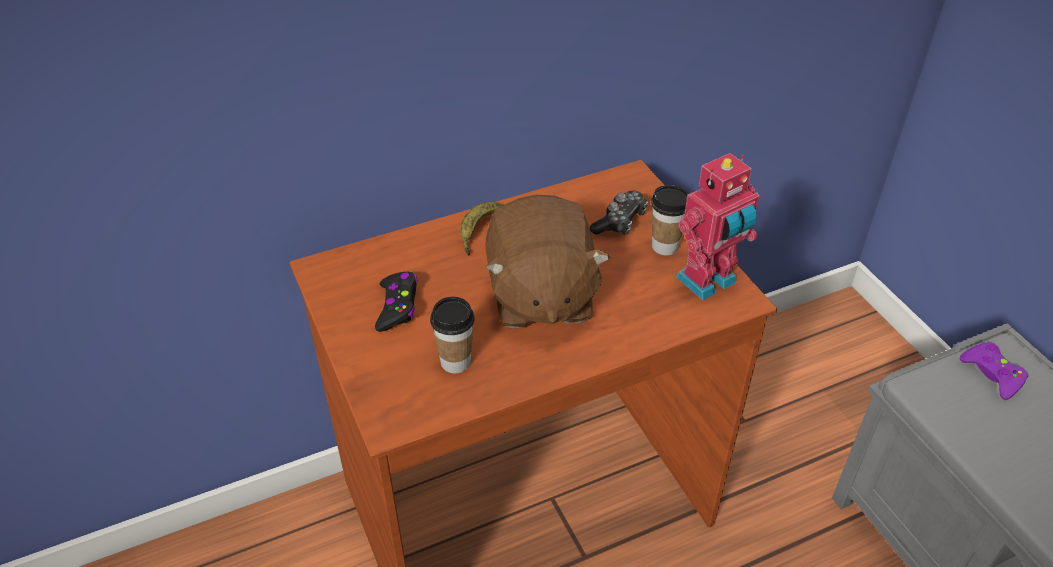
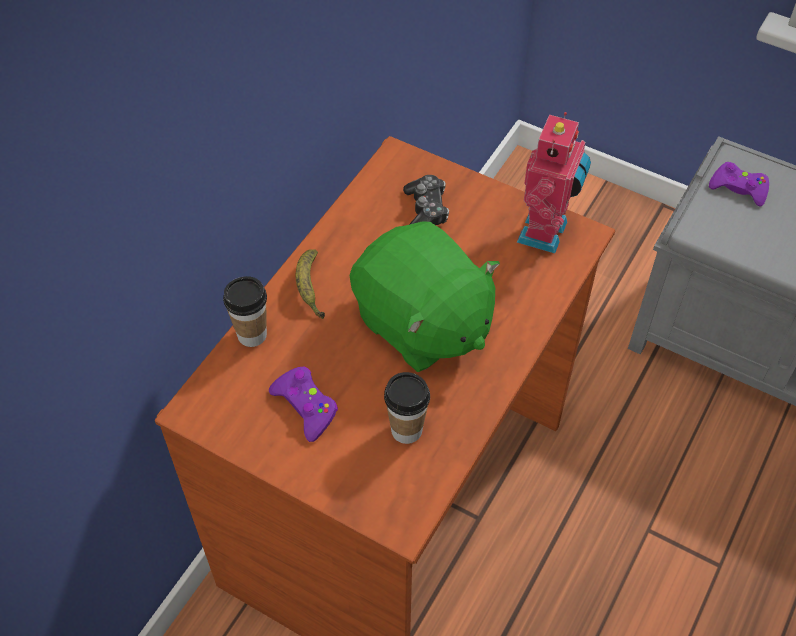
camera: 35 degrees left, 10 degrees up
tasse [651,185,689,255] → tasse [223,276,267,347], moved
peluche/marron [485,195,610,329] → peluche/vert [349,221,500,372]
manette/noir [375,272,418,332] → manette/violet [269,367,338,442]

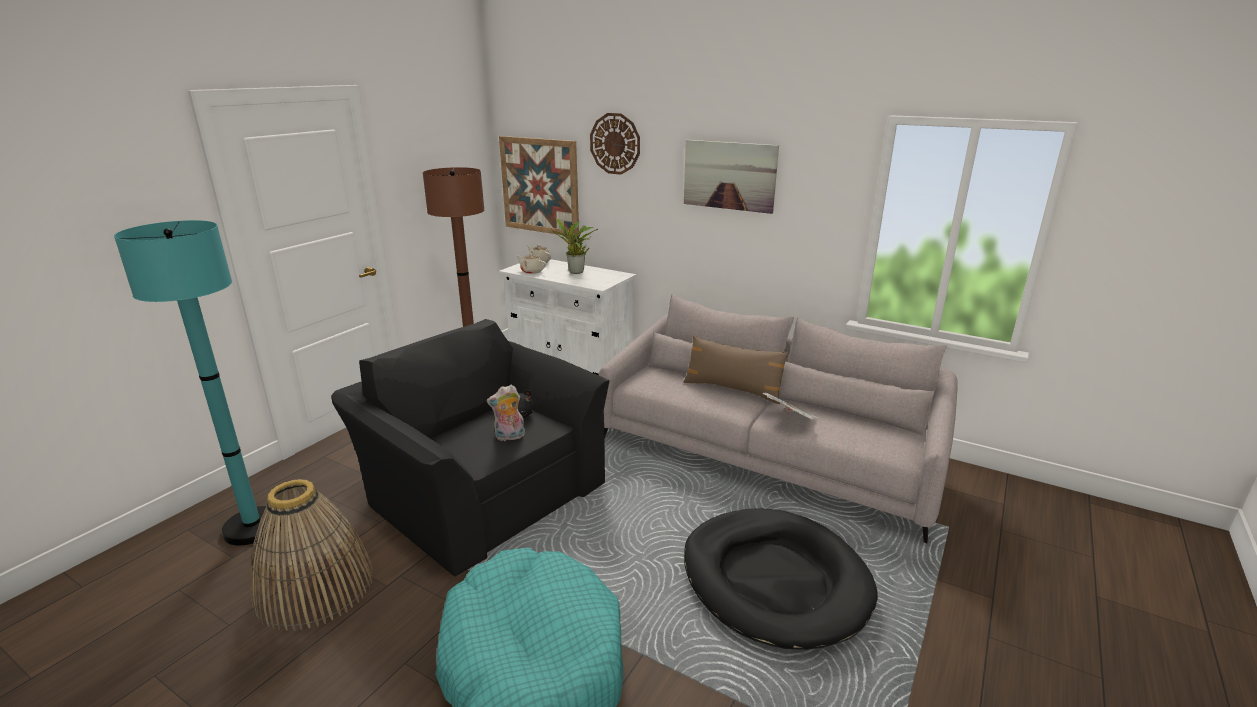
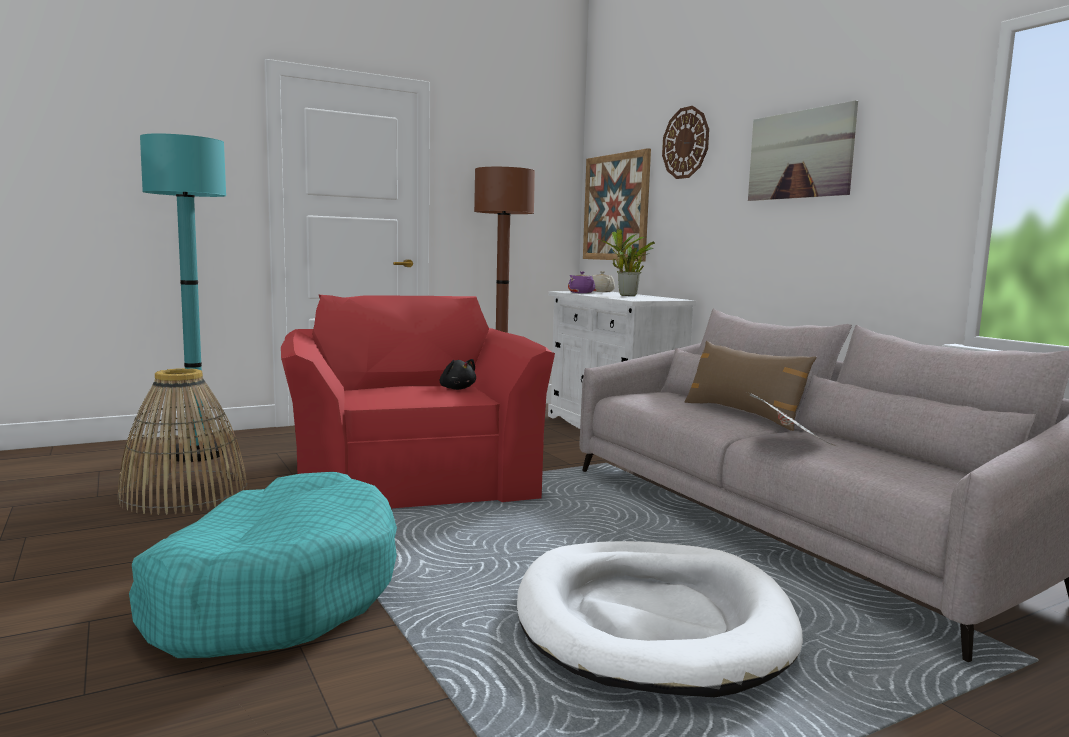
camera: 30 degrees right, 15 degrees down
théière/beige [516,253,546,274] → théière/violet [568,271,595,293]
fauteuil/noir [331,319,610,577] → fauteuil/rouge [281,295,555,508]
peluche [487,385,525,441] → -
panier pour chien/noir [684,508,878,650] → panier pour chien/blanc [517,541,803,697]

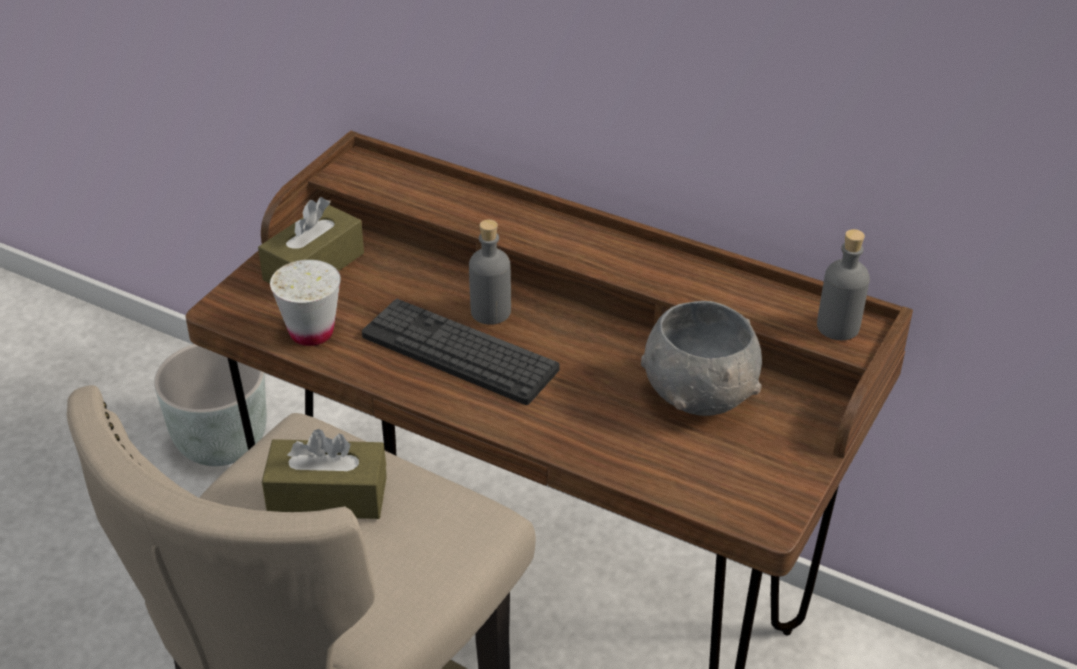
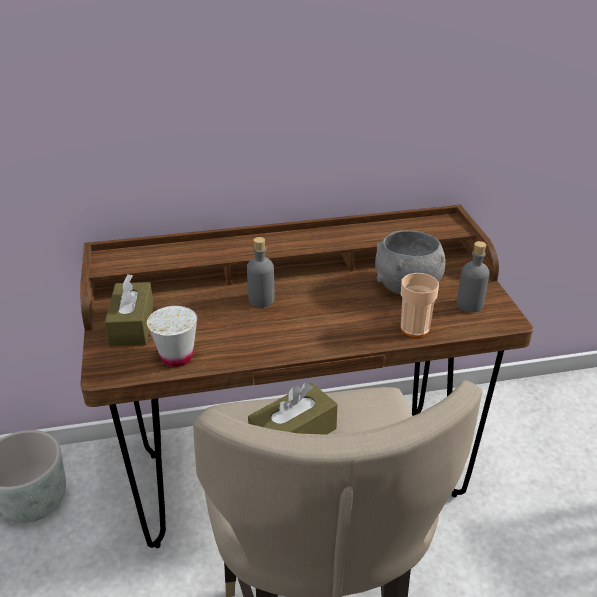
camera: 40 degrees left, 5 degrees down
bouteille/gris [817,229,870,340] → bouteille/gris [457,241,490,313], moved
clavier [362,299,560,405] → -
- → tasse [401,273,439,337]

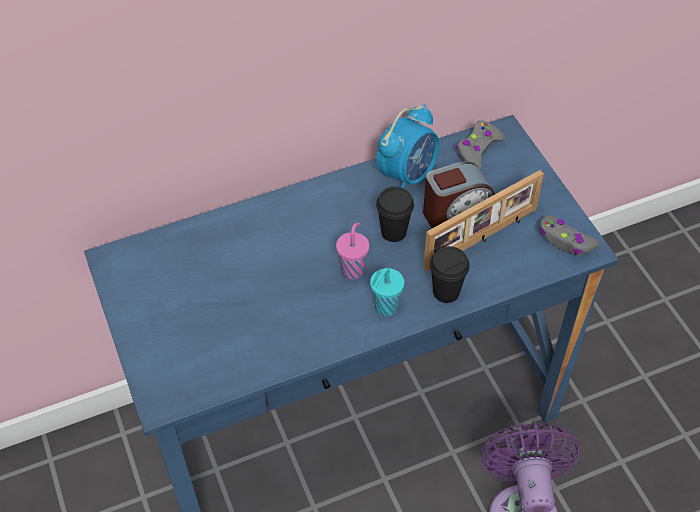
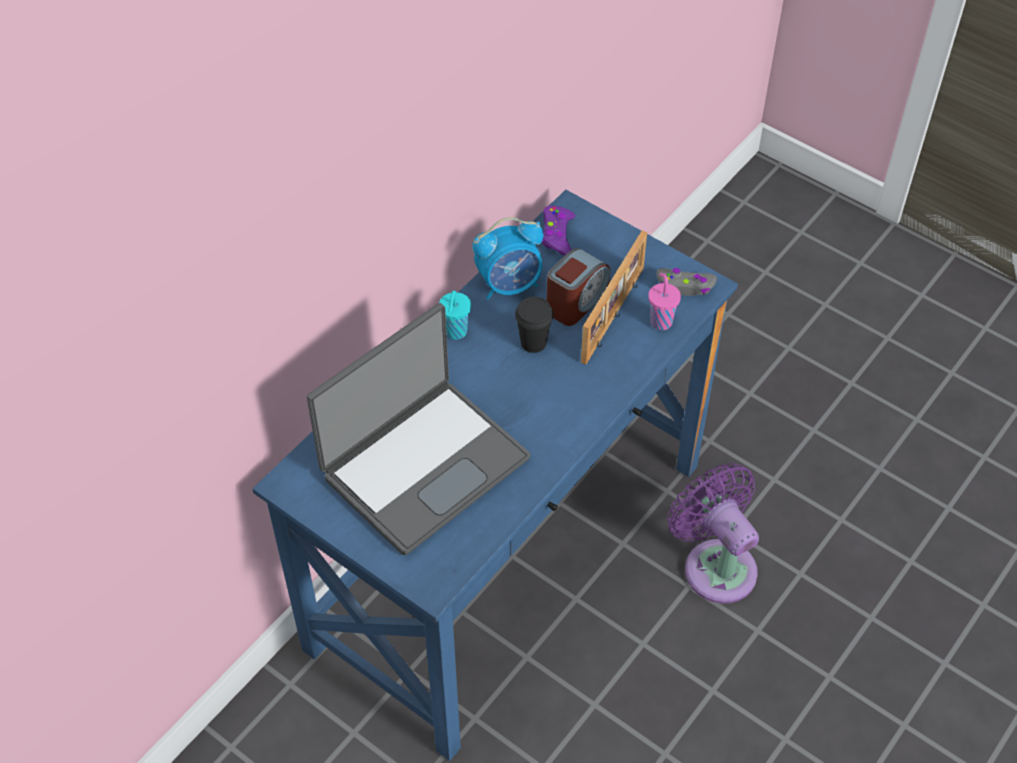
camera: 30 degrees left, 0 degrees up
réveil [376,104,440,188] → réveil [473,217,543,300], 60 degrees clockwise
manette/gris [456,120,505,169] → manette/violet [541,205,575,256]
tasse/rose [336,222,369,280] → tasse/rose [648,273,681,330], moved
tasse/noir [430,246,470,303] → -
tasse/turquoise [370,268,404,316] → tasse/turquoise [439,290,471,340], moved
- → ordinateur portable [307,303,531,555]

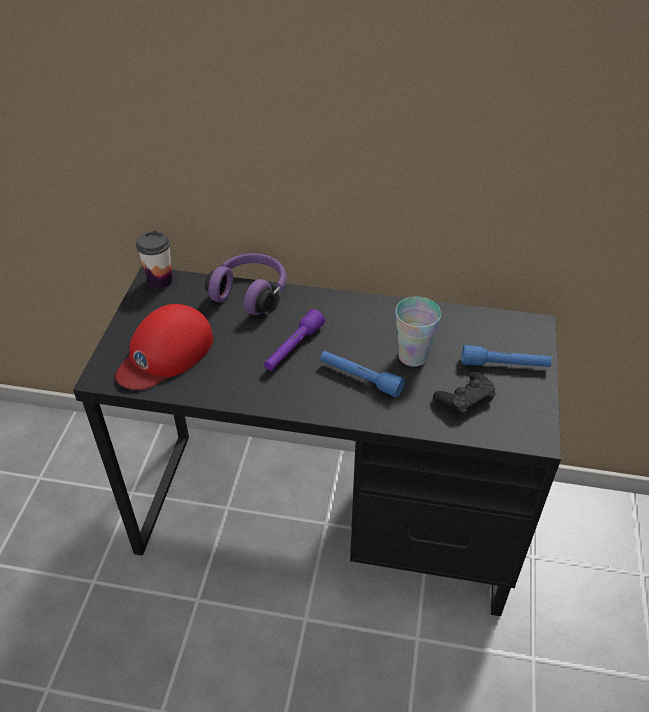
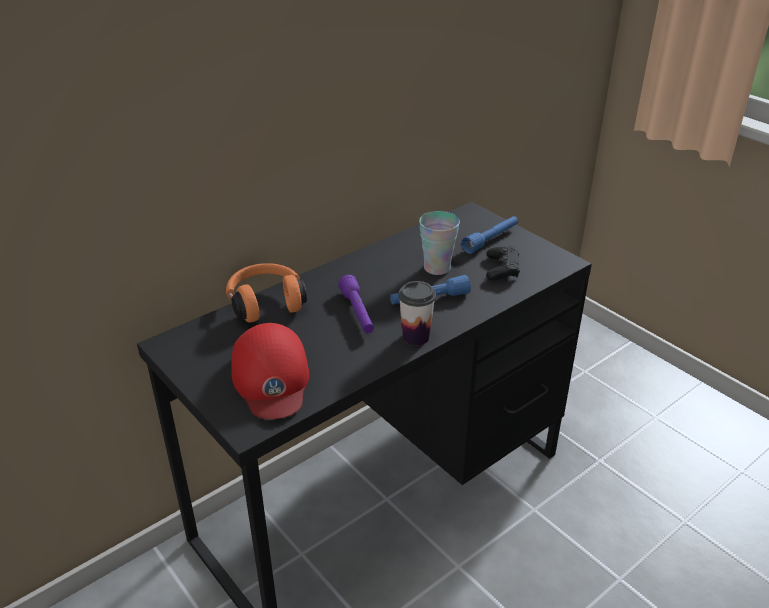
camera: 50 degrees left, 10 degrees down
tasse [136,231,173,289] → tasse [398,281,436,346], moved
casque audio/violet [205,253,287,315] → casque audio/orange [226,263,307,323]

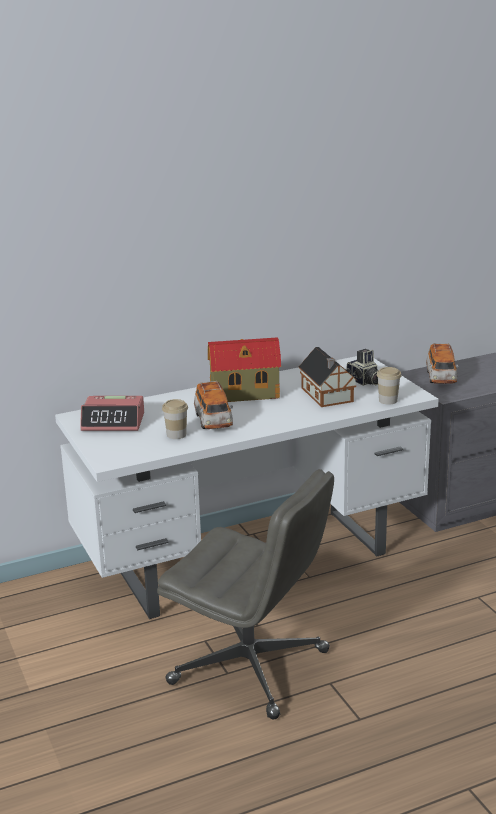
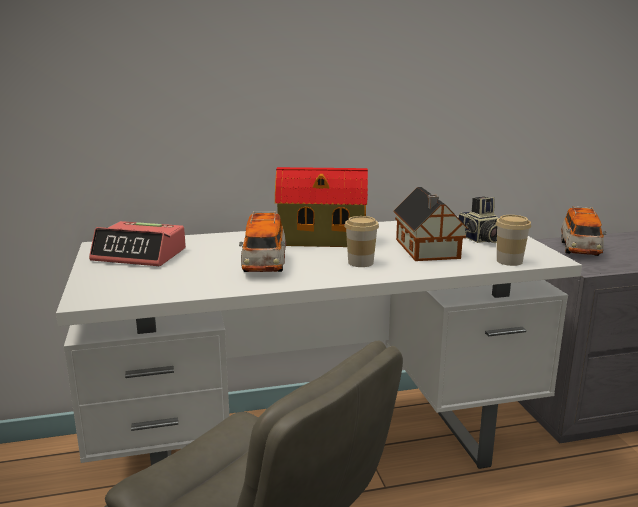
camera: 10 degrees right, 5 degrees down
tasse [162,399,188,439] → tasse [344,216,379,267], moved

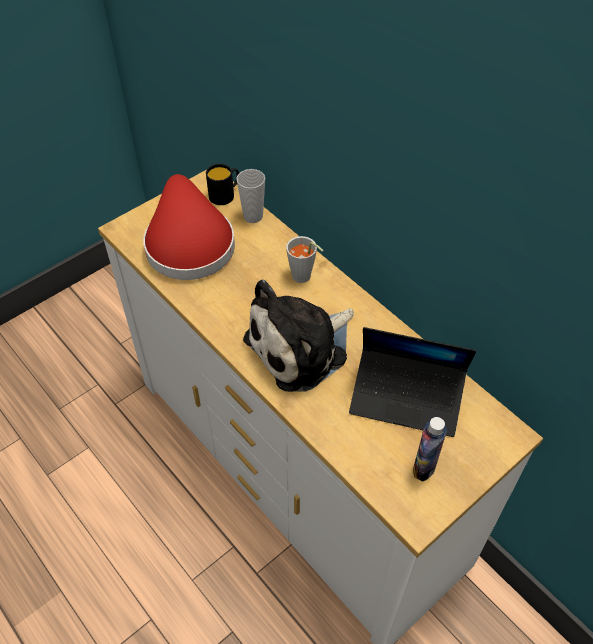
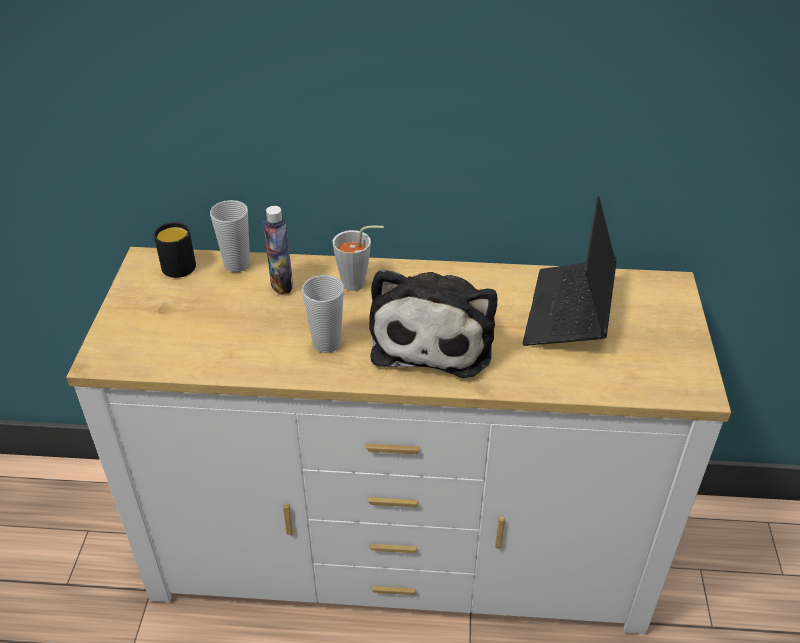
camera: 45 degrees left, 10 degrees down
chapeau/rouge [143,174,235,280] → -
ordinateur portable [349,327,476,437] → ordinateur portable [523,196,617,346], 135 degrees clockwise
bouteille [413,417,447,481] → bouteille [263,206,293,295], moved
- → tasse [302,275,344,353]

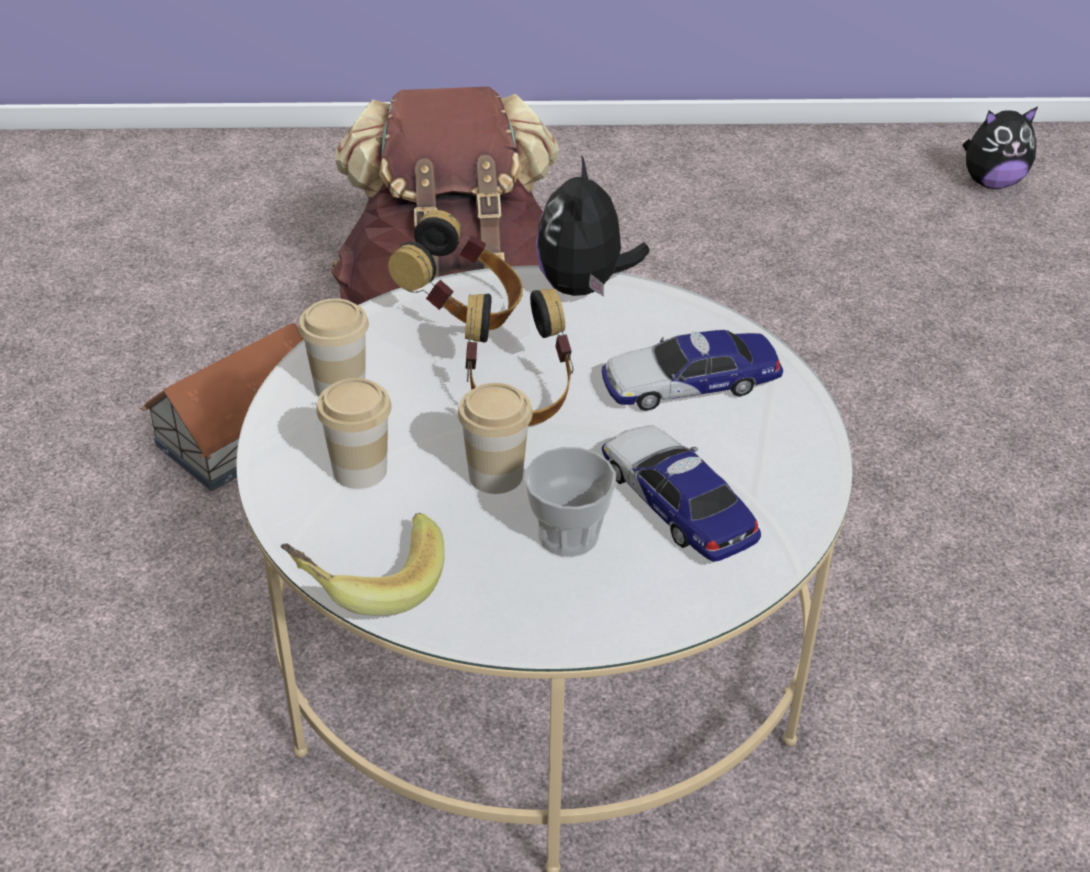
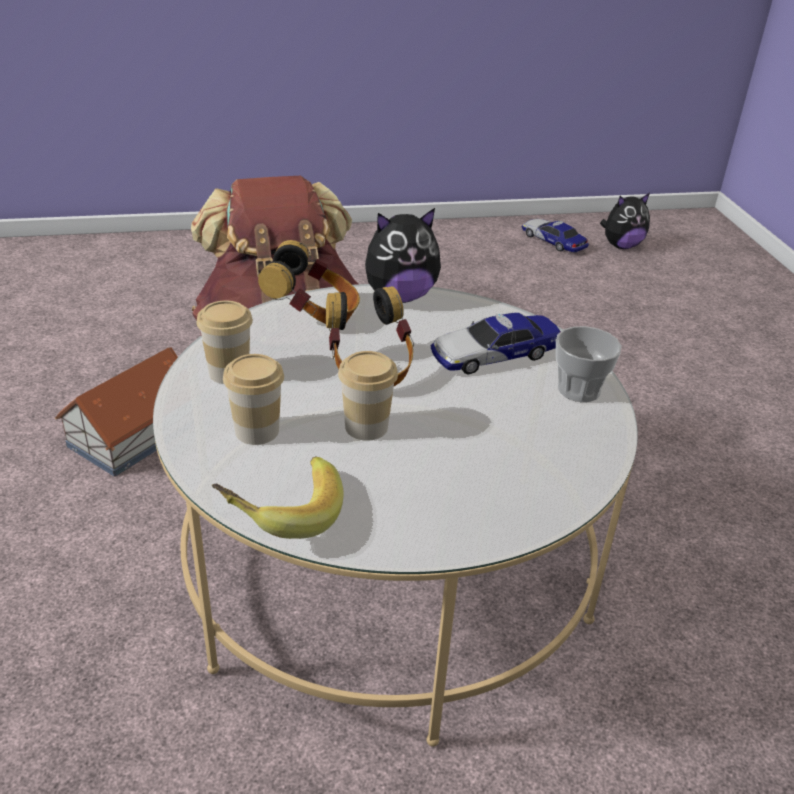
camera: 10 degrees left, 5 degrees down
peluche [536,155,650,297] → peluche [365,208,441,303], 105 degrees counterclockwise
petite voiture [602,425,761,562] → petite voiture [522,219,589,252], moved
tasse [524,447,616,557] → tasse [556,326,622,402], moved

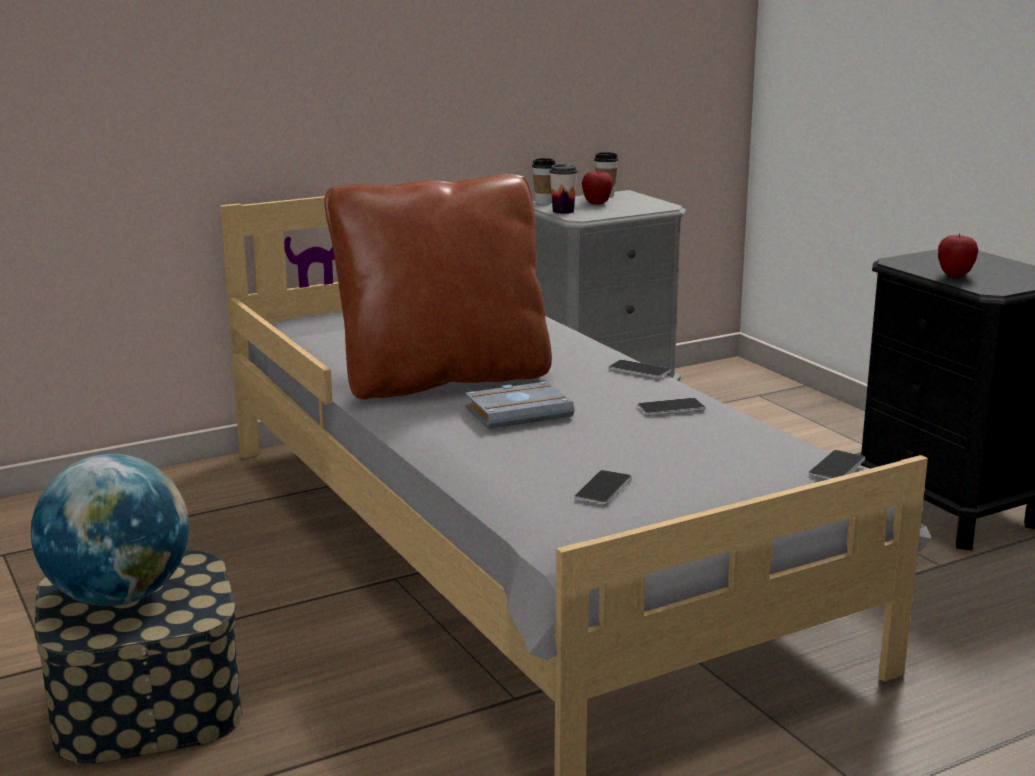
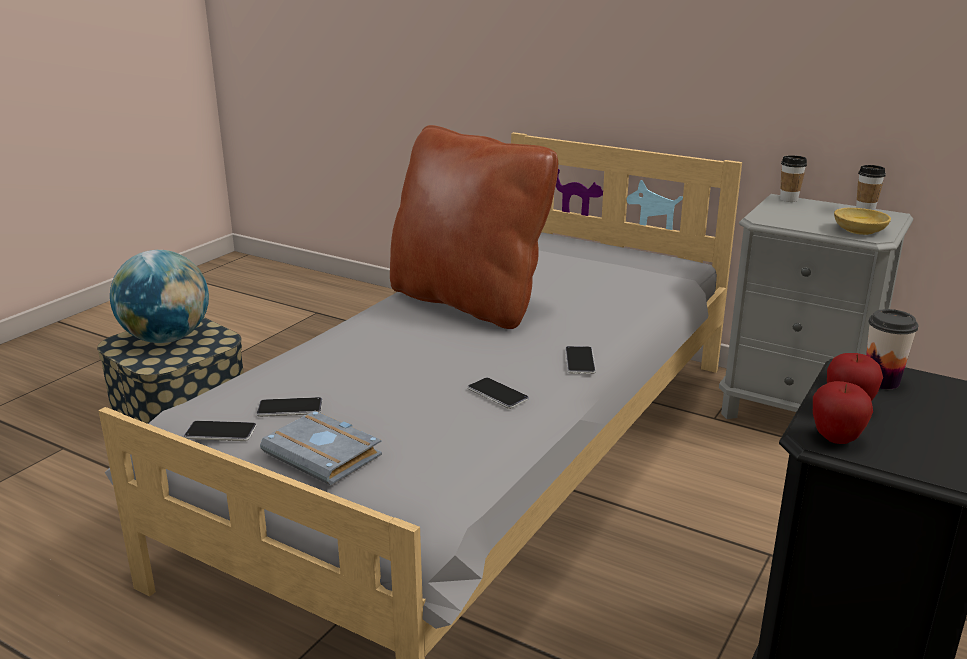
camera: 60 degrees right, 5 degrees up
tasse [549,164,578,214] → tasse [866,309,918,389], moved
pomme [582,170,613,204] → pomme [813,381,873,444], moved
livre/gris [465,382,574,429] → livre/gris [260,411,382,486], moved
téléphone [809,450,865,480] → téléphone [184,421,256,441], moved
- → bol/beige [834,208,891,235]

